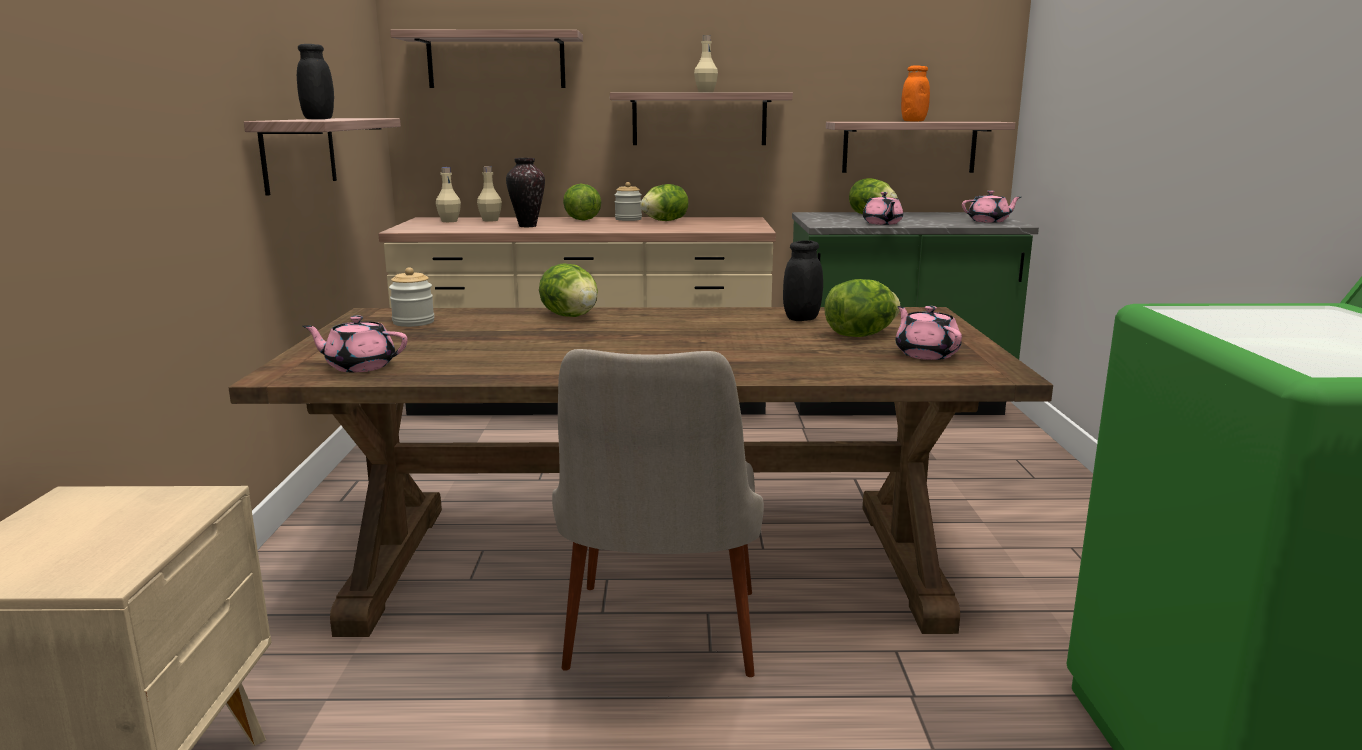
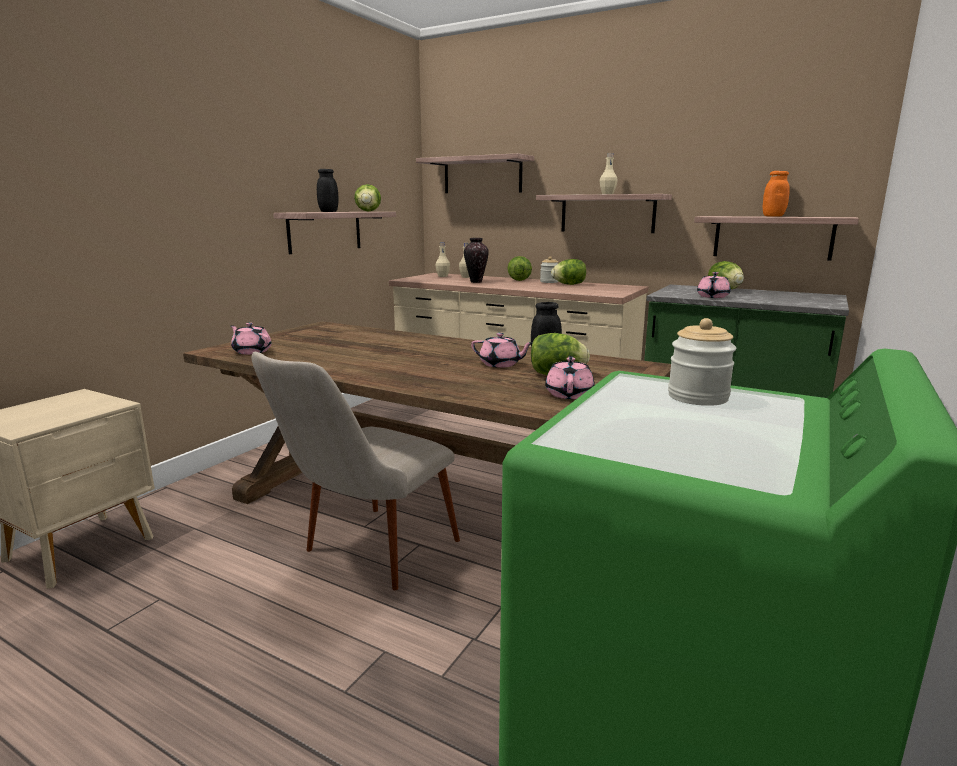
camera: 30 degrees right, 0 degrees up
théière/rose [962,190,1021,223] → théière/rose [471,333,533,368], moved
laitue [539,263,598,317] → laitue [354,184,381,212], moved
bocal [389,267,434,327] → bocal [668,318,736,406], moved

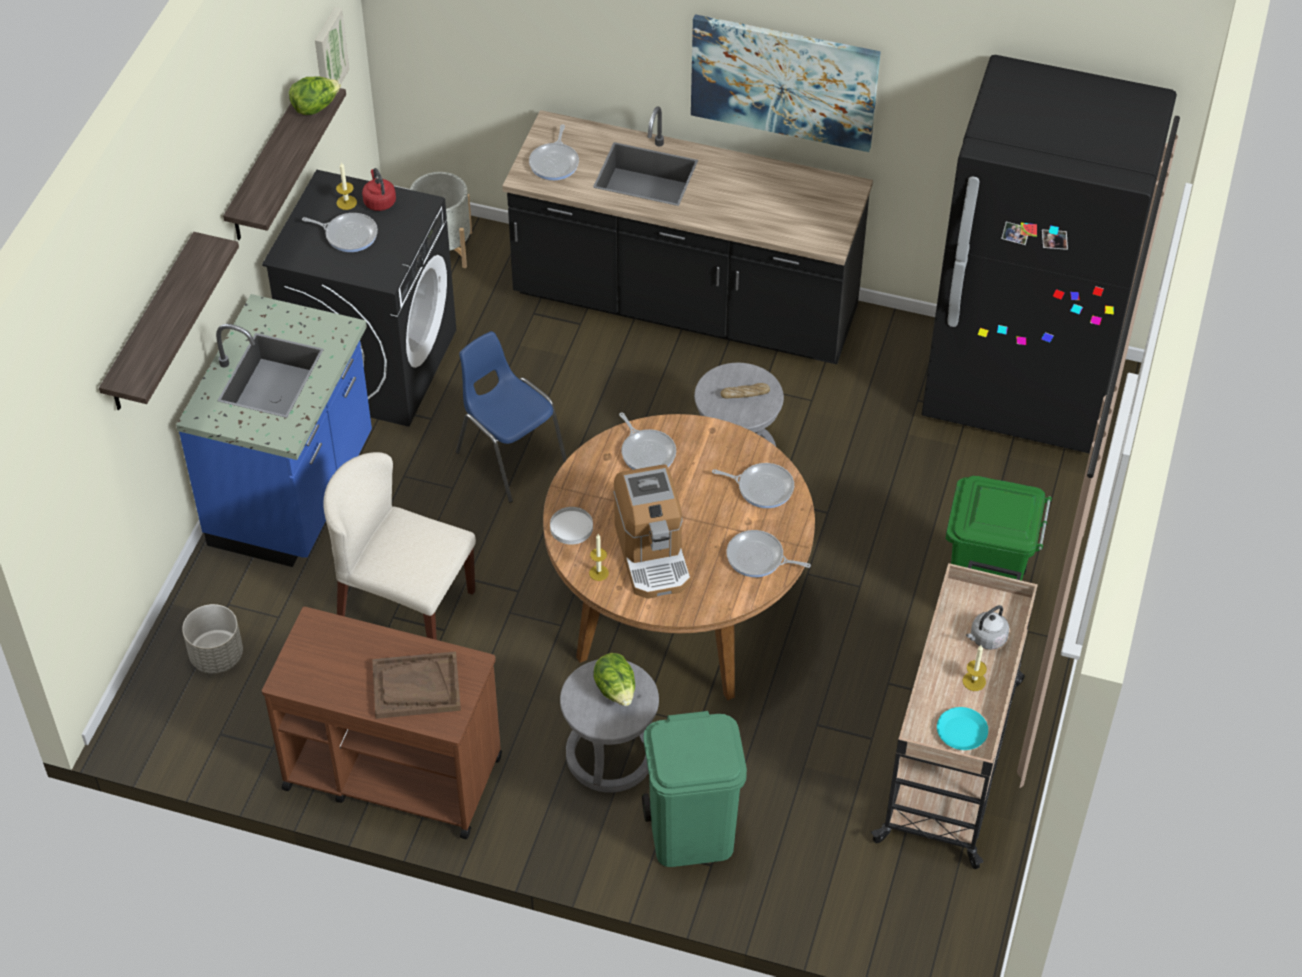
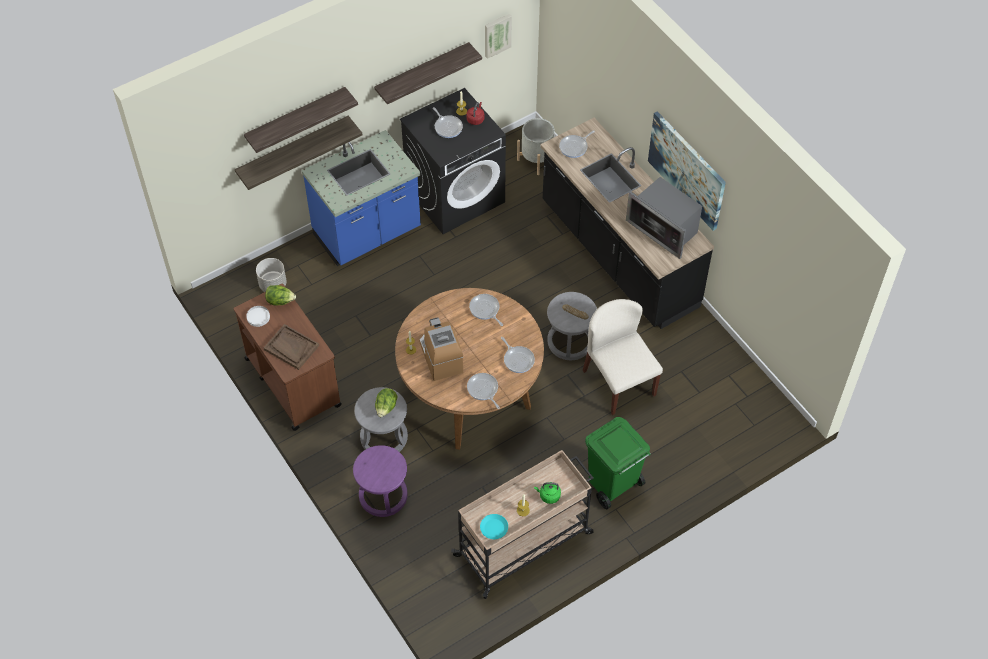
camera: 40 degrees right, 5 degrees up
réfrigérateur/noir [921,55,1177,454] → -
laitue [289,76,341,115] → laitue [265,285,296,306], moved
chaise/bleu [456,331,567,502] → -
poêle [619,412,676,470] → poêle [469,294,503,326], 135 degrees clockwise
chaise/beige [323,452,476,640] → chaise/beige [583,299,663,415], moved
machine à café [614,464,690,599] → machine à café [419,317,463,381], 135 degrees clockwise
assiette/blanc [550,507,593,545] → assiette/blanc [246,306,270,327], moved
bouilloire/gris [966,605,1009,650] → bouilloire/vert [534,482,561,504]
poubelle/vert [642,711,747,867] → tabouret/violet [353,445,408,517]
- → étagère [235,116,362,190]
- → micro-ondes [626,177,702,259]

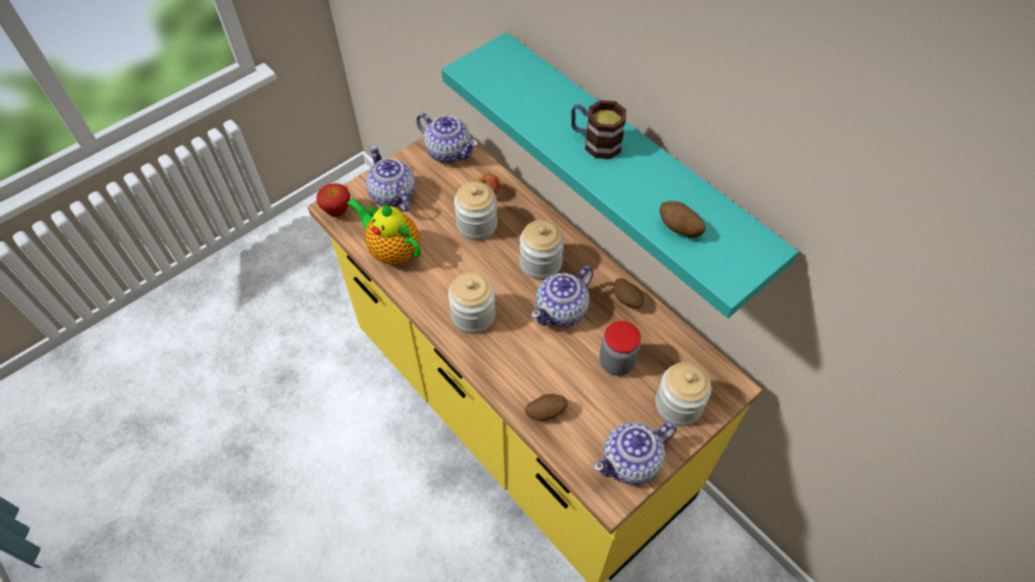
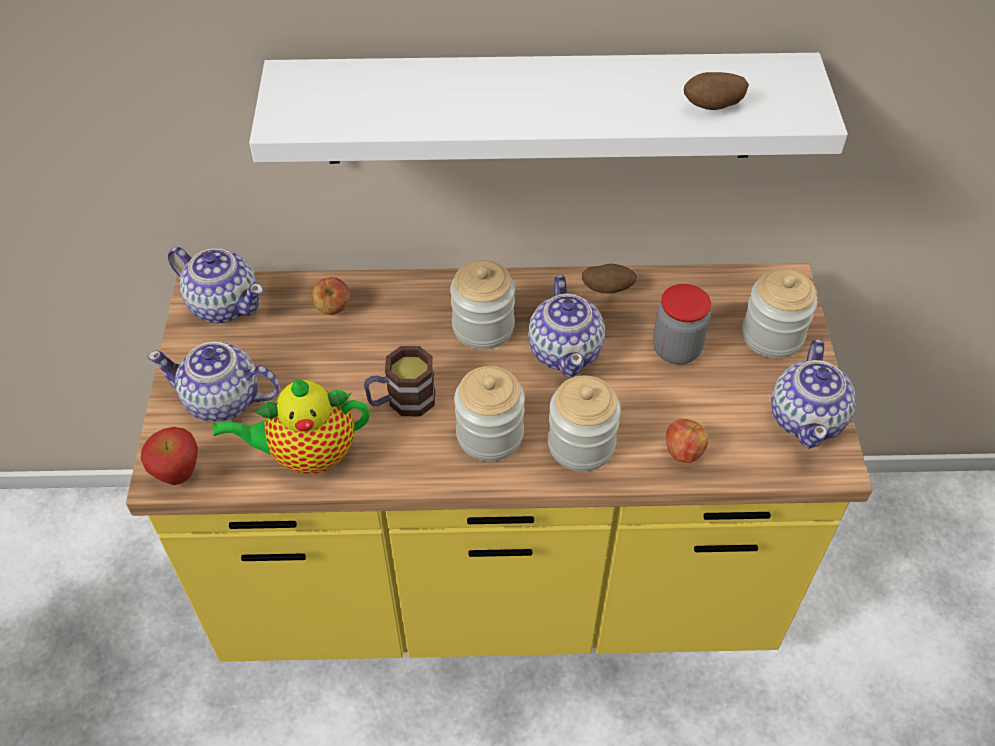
camera: 50 degrees left, 5 degrees down
étagère/turquoise [442,32,799,318] → étagère/blanc [249,53,848,164]
mug [571,100,626,159] → mug [364,346,435,416], moved
théière [416,113,478,163] → théière [168,247,263,323], 45 degrees clockwise
bocal [454,182,498,240] → bocal [548,376,621,471], moved
pomme de terre [525,394,568,421] → pomme [666,419,708,463]

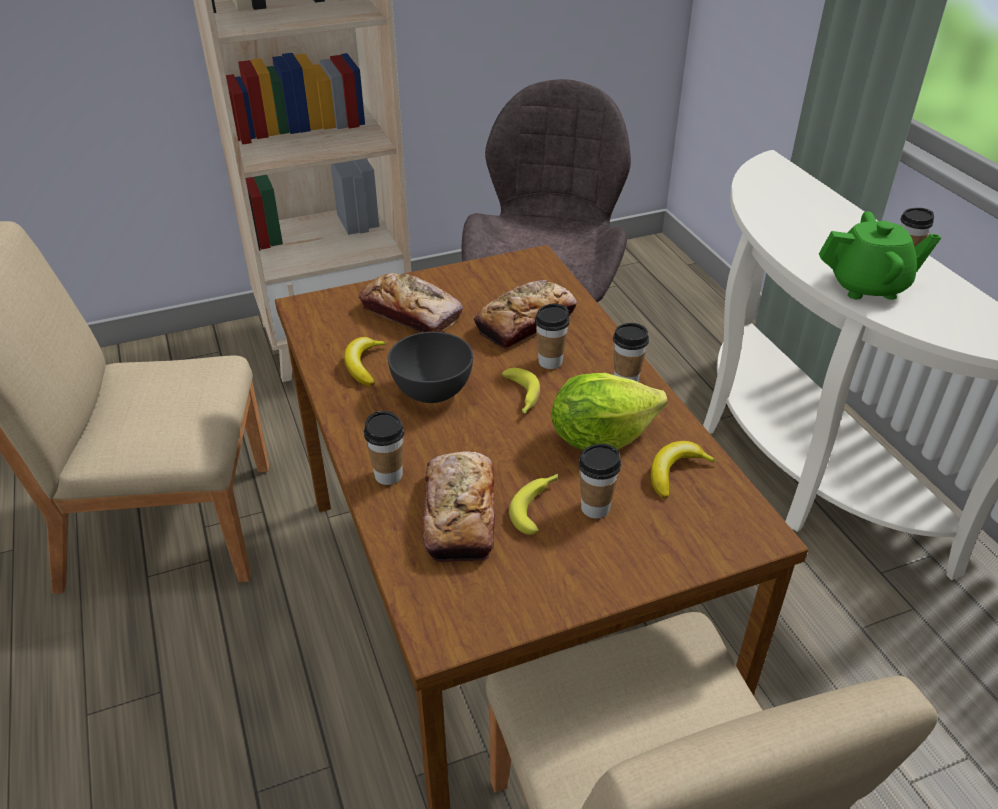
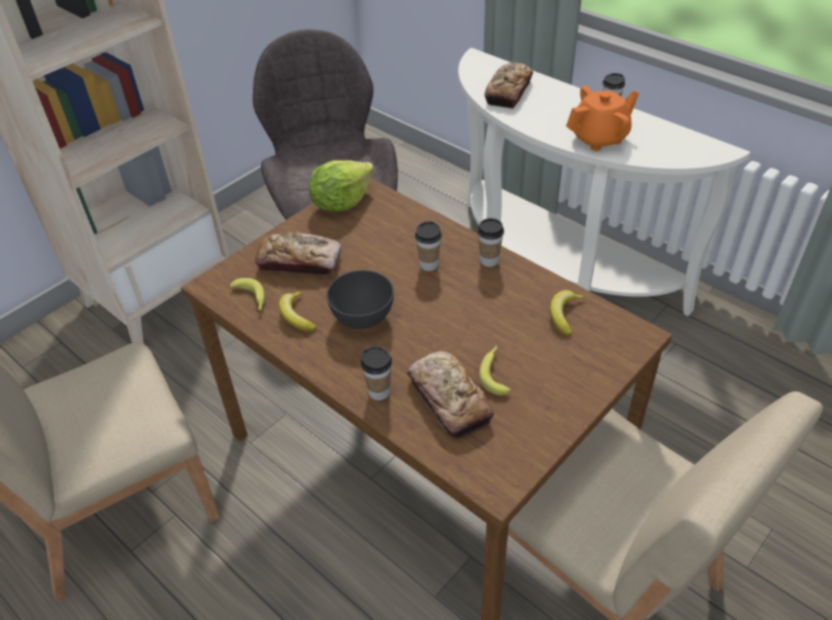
camera: 25 degrees left, 5 degrees up
théière/vert [819,211,941,300] → théière/orange [566,86,639,151]
pain [474,280,577,349] → pain [485,61,533,109], moved
banane [502,368,540,414] → banane [230,278,265,310], moved
laitue [551,373,667,450] → laitue [309,160,374,212], moved
tasse [579,444,621,519] → -

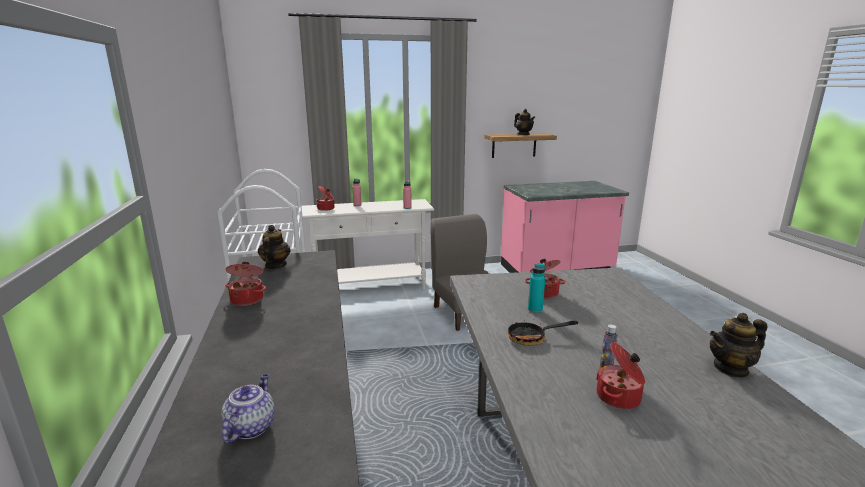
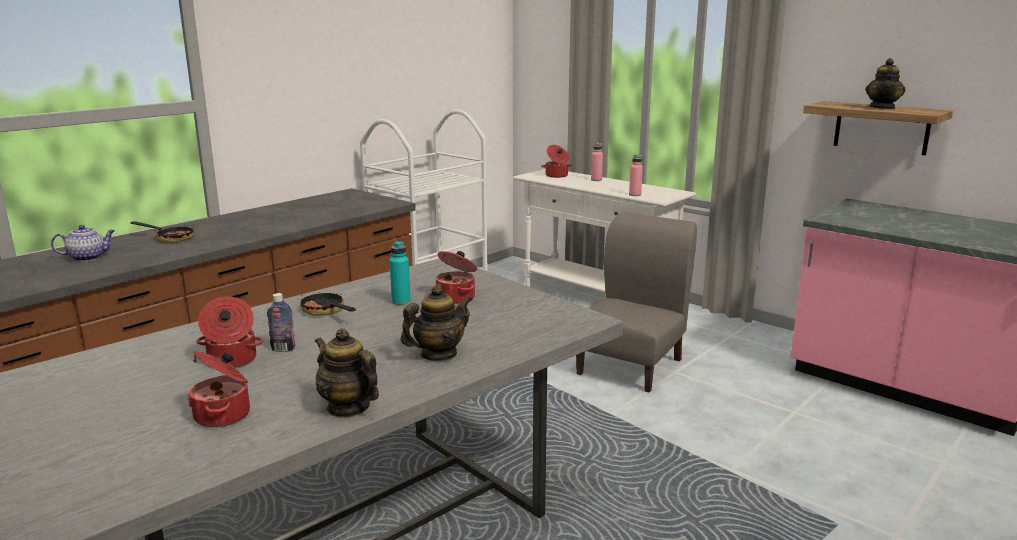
camera: 55 degrees right, 0 degrees up
théière [258,225,291,269] → théière [401,285,473,361], moved
marmite [226,262,266,306] → marmite [187,351,250,427], moved
- → poêle [130,221,194,243]

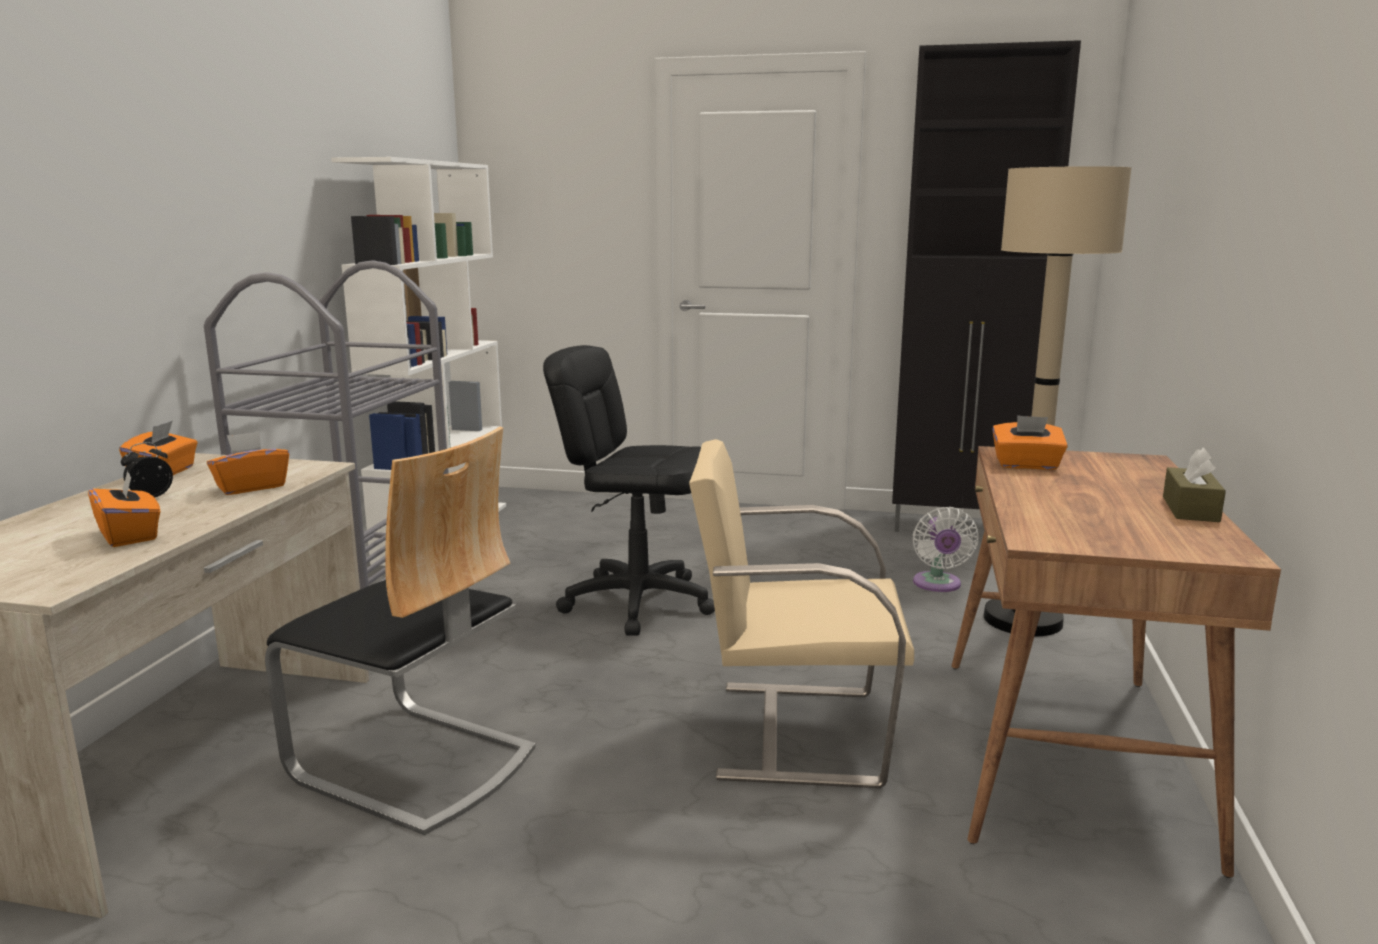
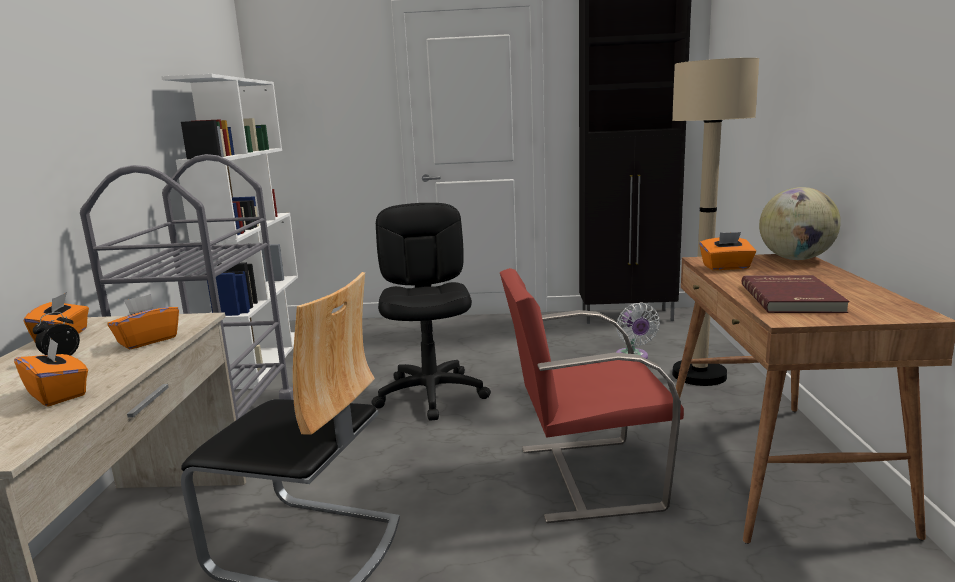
camera: 10 degrees left, 0 degrees up
chaise de bureau/noir [543,345,715,636] → chaise de bureau/noir [371,203,491,421], 75 degrees clockwise
chaise/beige [689,439,914,788] → chaise/rouge [500,268,684,523]
boîte à mouchoirs/marron [1163,448,1226,522] → -
- → globe [759,187,841,260]
- → livre/rouge [742,275,850,313]

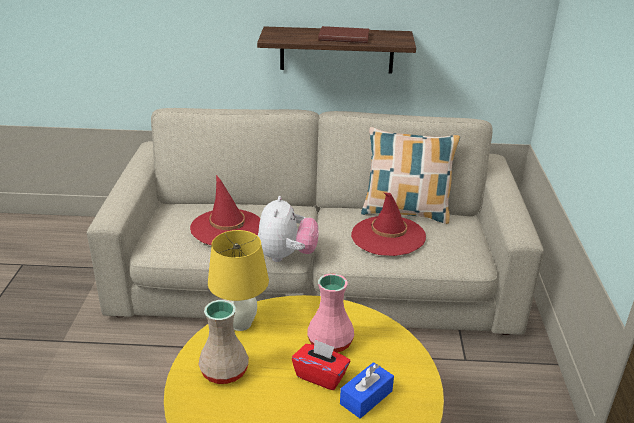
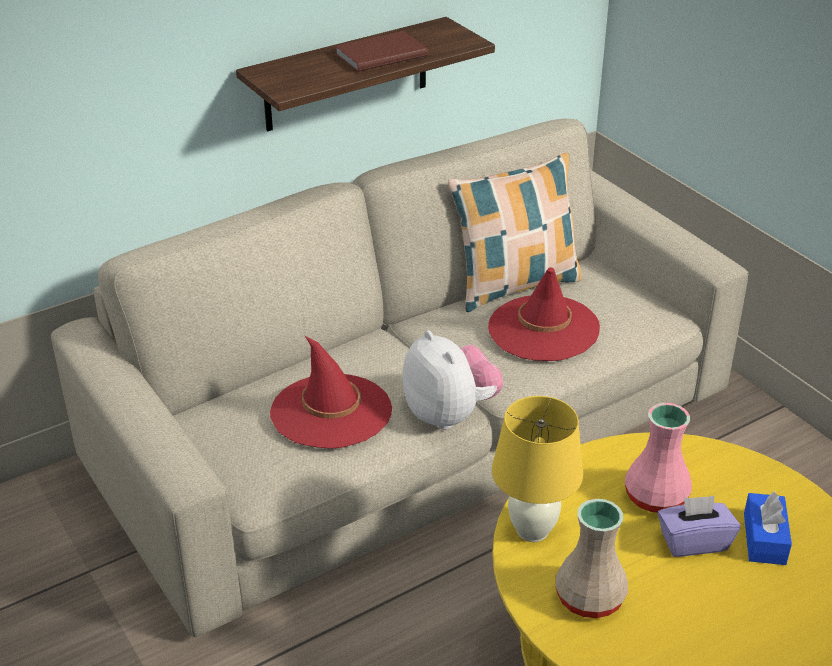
camera: 35 degrees left, 5 degrees up
boîte à mouchoirs/rouge [292,339,350,390] → boîte à mouchoirs/violet [658,496,740,557]

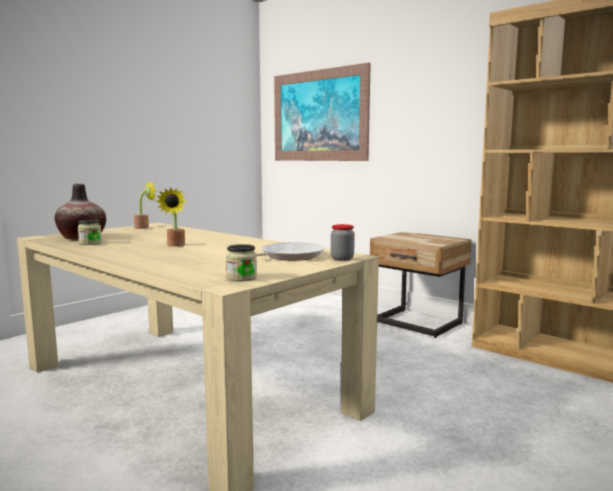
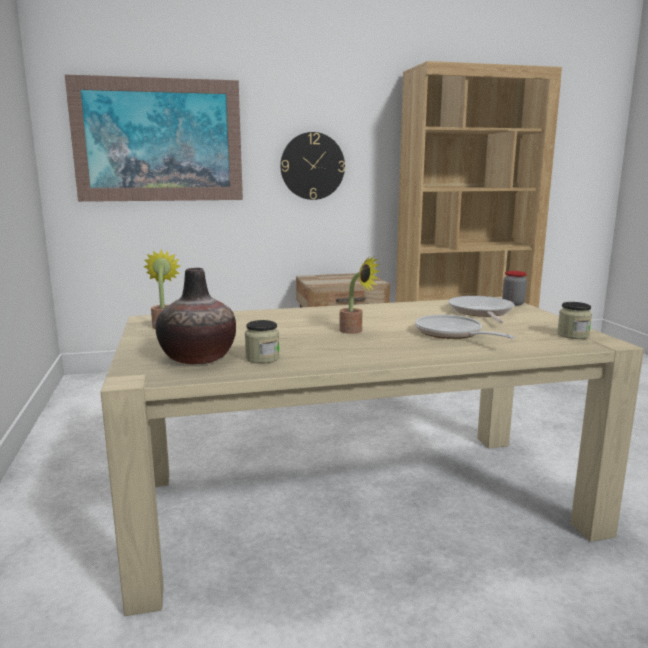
camera: 55 degrees left, 5 degrees up
- → horloge murale [280,132,345,200]
- → poêle [415,315,515,339]

